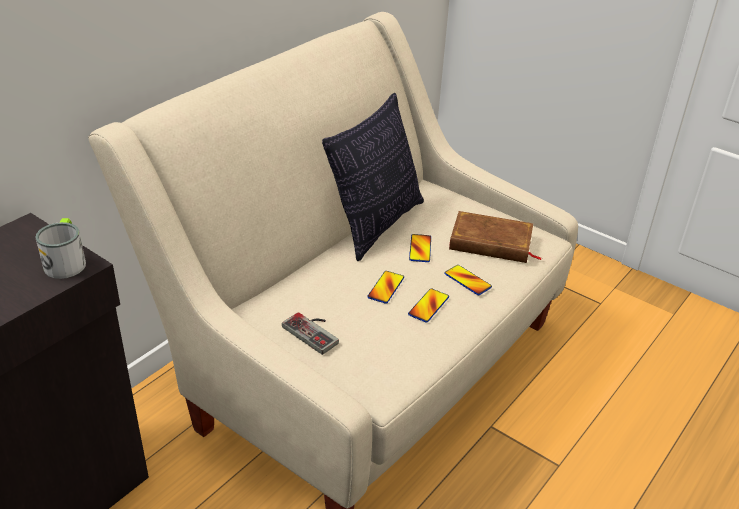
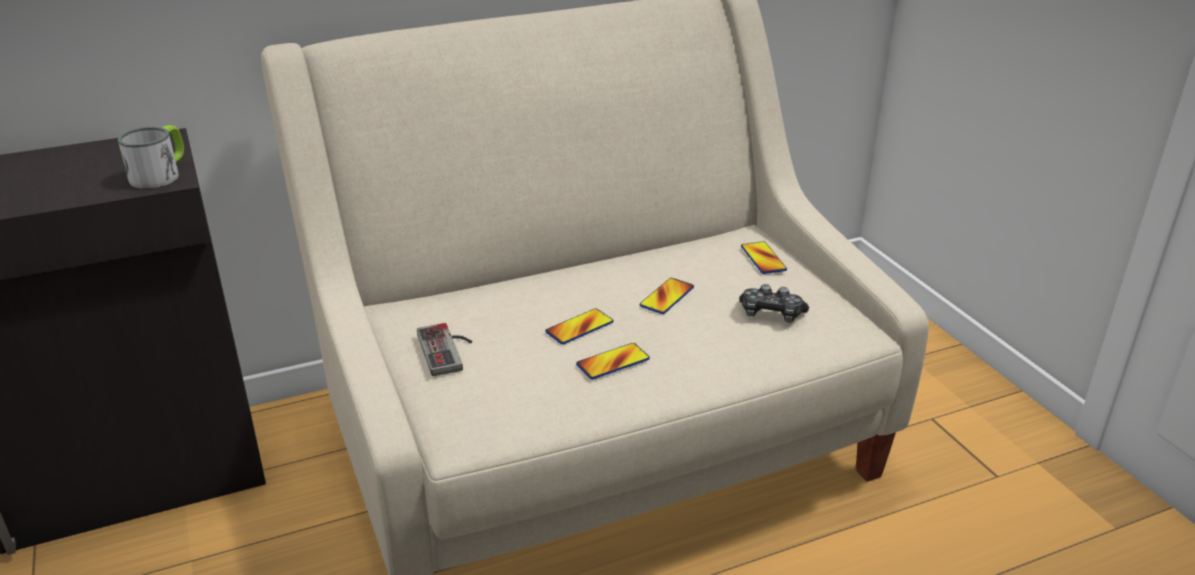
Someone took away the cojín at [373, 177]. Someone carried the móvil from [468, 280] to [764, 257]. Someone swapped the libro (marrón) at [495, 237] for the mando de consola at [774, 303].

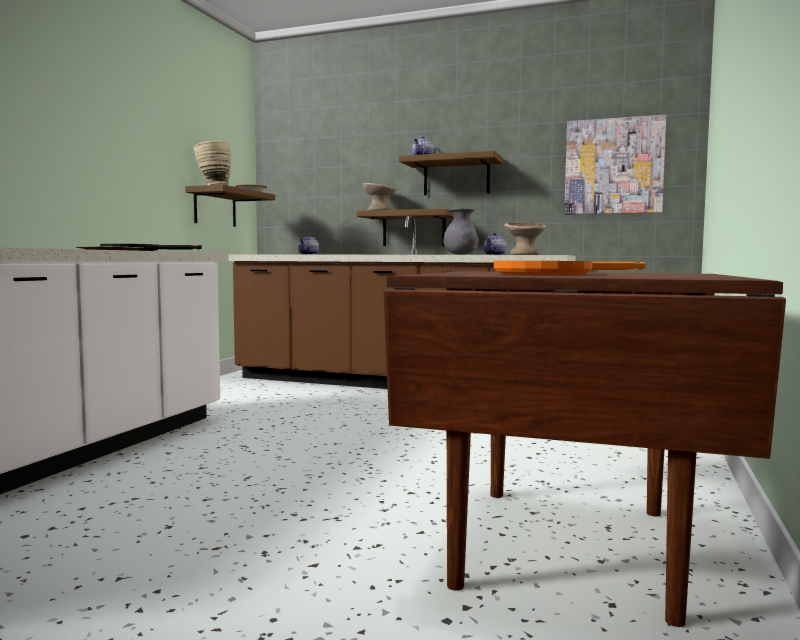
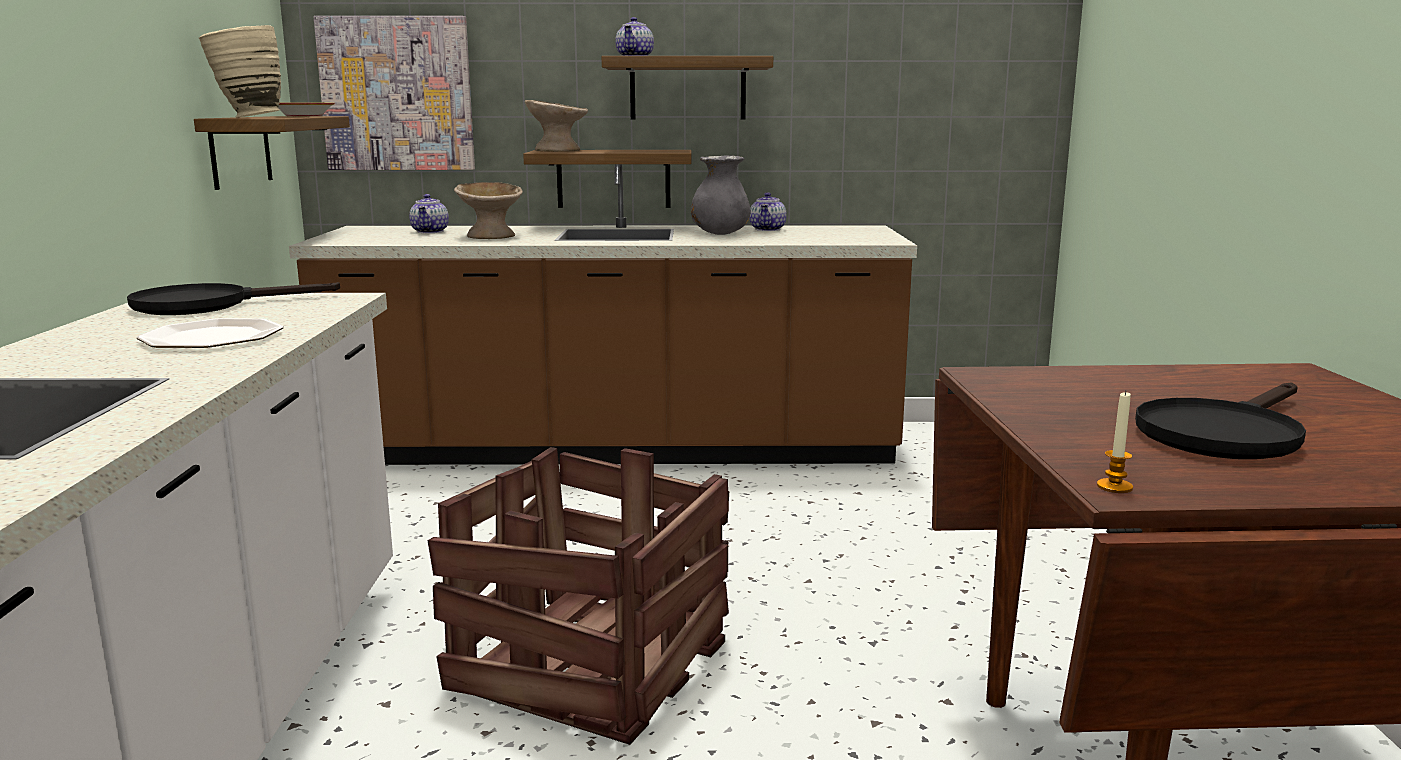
Someone put down the caja de embalaje at [578, 596]. Someone put down the vela at [1115, 442]. Someone carried the cuenco (beis) from [525, 239] to [488, 210]. Someone carried the cuadro from [615, 165] to [394, 93]. Someone repainted the sartén (naranja) at [570, 268], which became the sartén (negro) at [1220, 421].

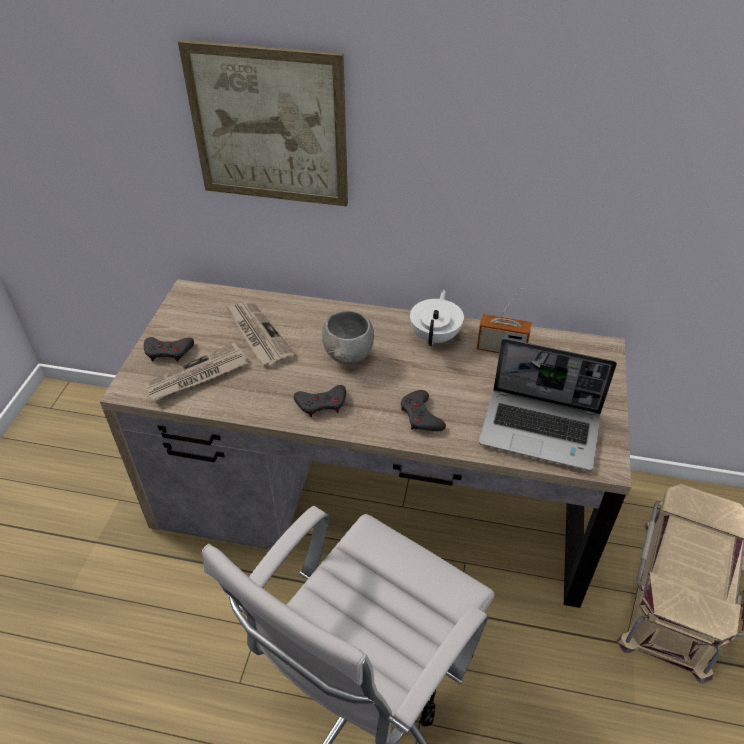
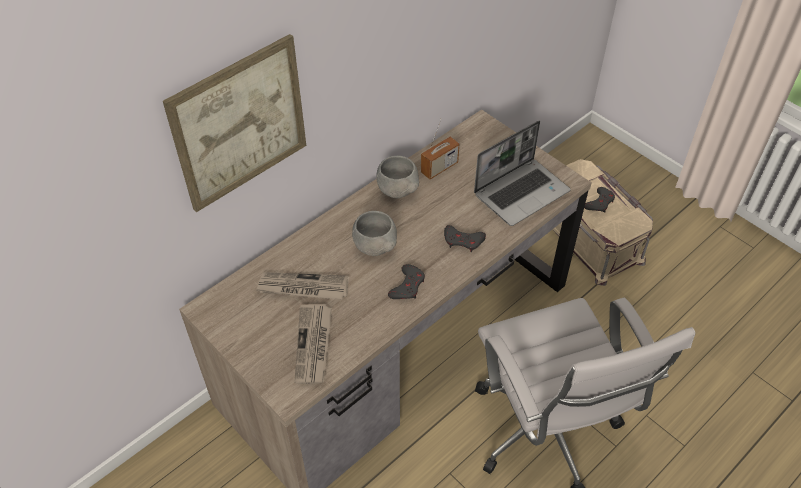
Someone carried the mando de consola (gris) from [169, 349] to [599, 200]. Someone swapped the tetera (blanco) at [437, 318] for the cuenco (gris) at [398, 177].

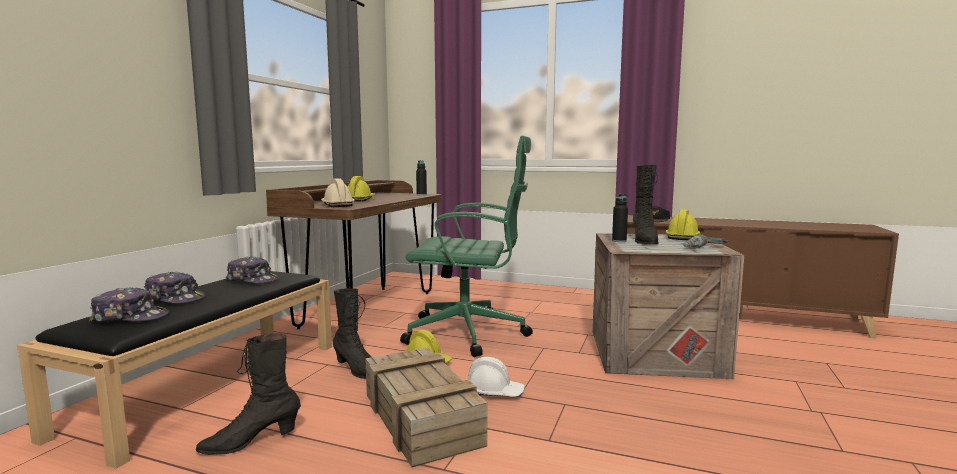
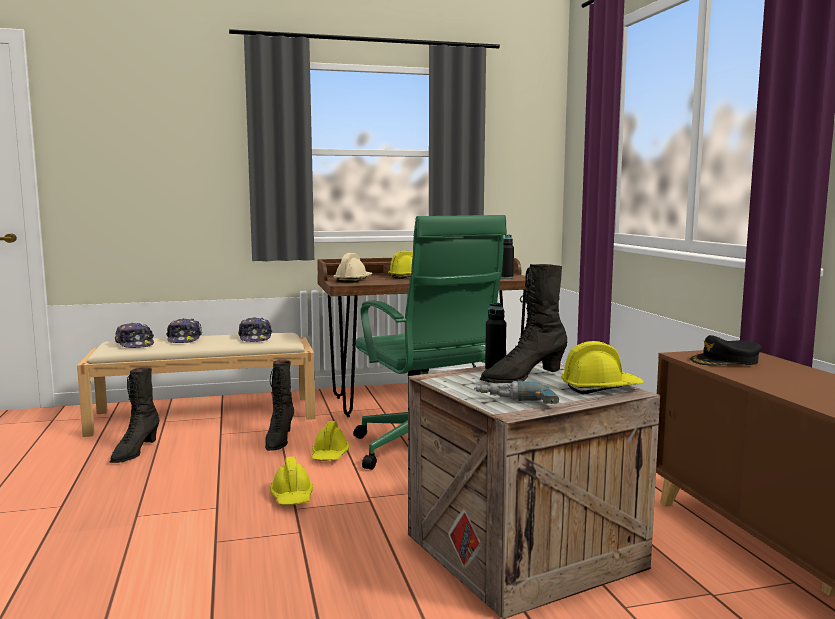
Someone took away the caja de embalaje at [426, 407]. Someone repainted the banco (negro) at [174, 370], which became the banco (beis) at [196, 385]. Someone repainted the casco (blanco) at [496, 377], which became the casco (amarillo) at [291, 480]. Someone rotated the bota (negro) at [248, 394] by 105 degrees counterclockwise.

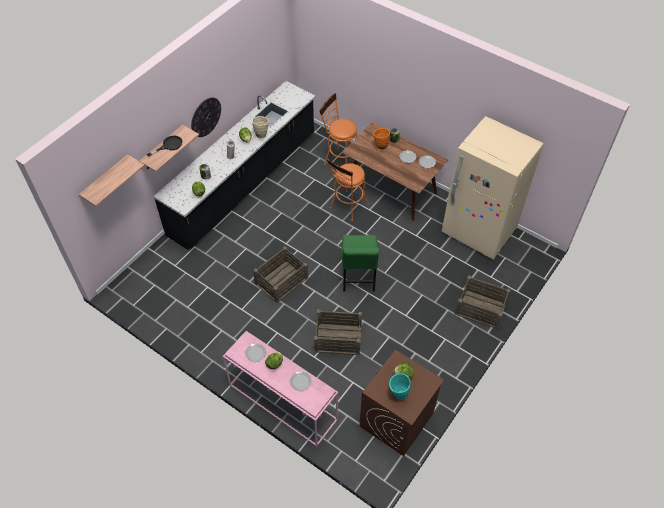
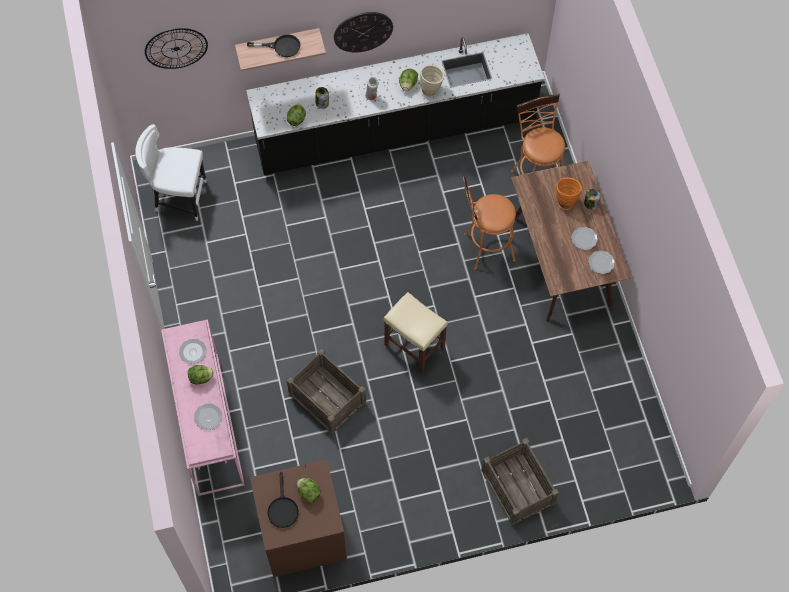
Someone took away the caja de embalaje at [280, 274]. Someone took away the nevera (beis) at [493, 187]. Someone put down the silla (blanco) at [170, 172]. Someone swapped the estante at [112, 180] for the reloj de pared at [176, 48]. Someone swapped the silla (verde) at [360, 263] for the taburete (beis) at [415, 333]. Someone swapped the florero (turquesa) at [400, 386] for the sartén (negro) at [283, 500].

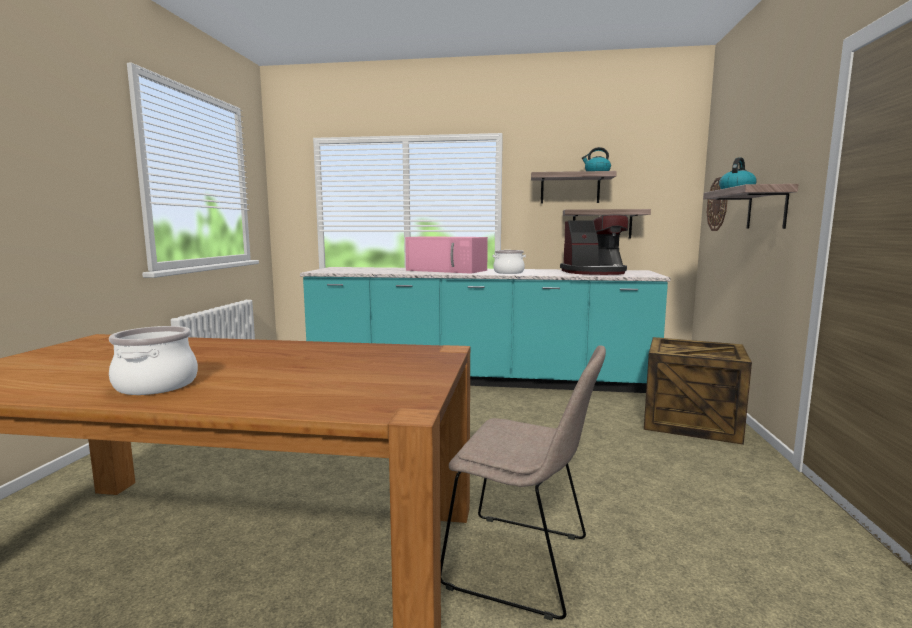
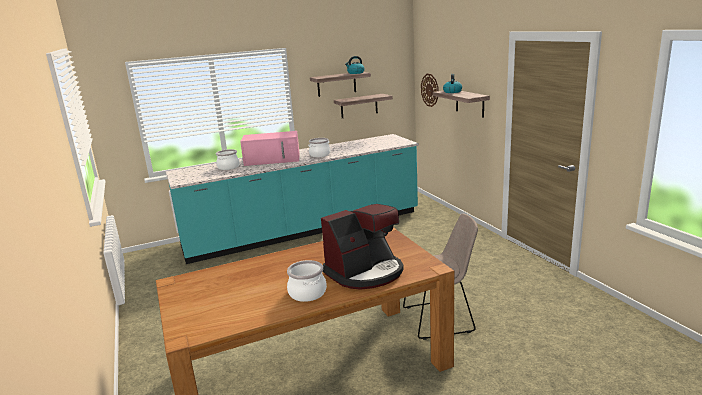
Someone took away the caja de embalaje at [698, 391]. Someone put down the olla at [228, 159]. Someone carried the cafetera from [594, 244] to [362, 247].

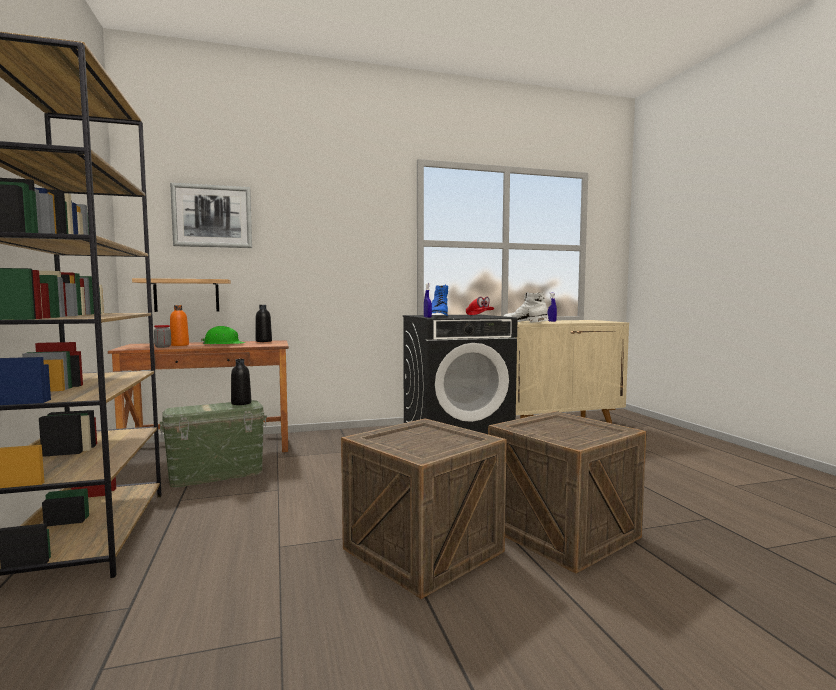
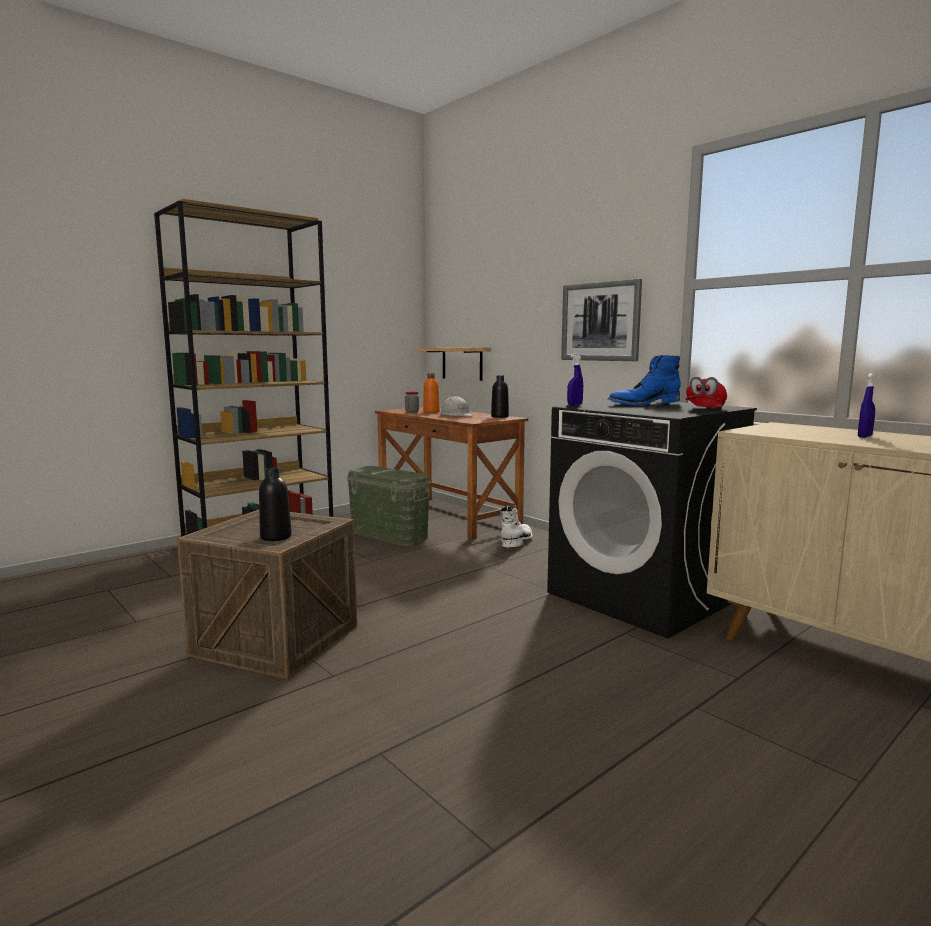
Someone took away the caja de embalaje at [567, 492]. Someone carried the cuadro from [211, 215] to [601, 320]. Someone carried the botella (negro) from [241, 382] to [275, 504]. Someone carried the bota (blanco) from [526, 307] to [516, 526]. Someone repainted the casco (verde) at [223, 335], which became the casco (blanco) at [456, 406].

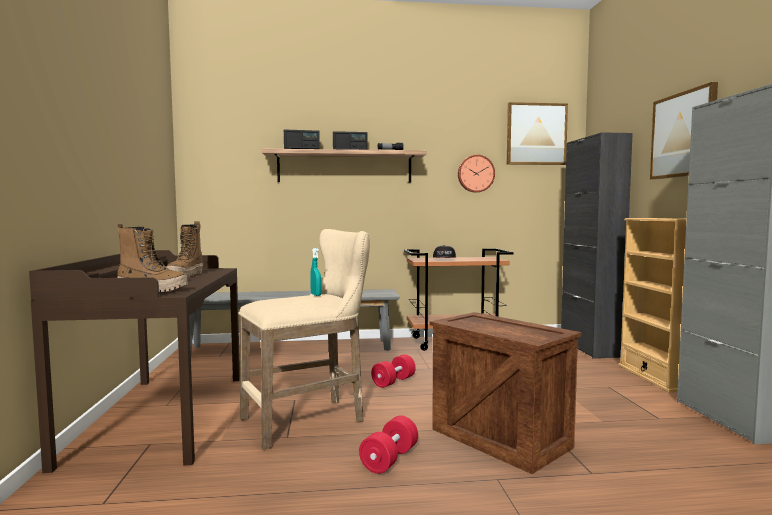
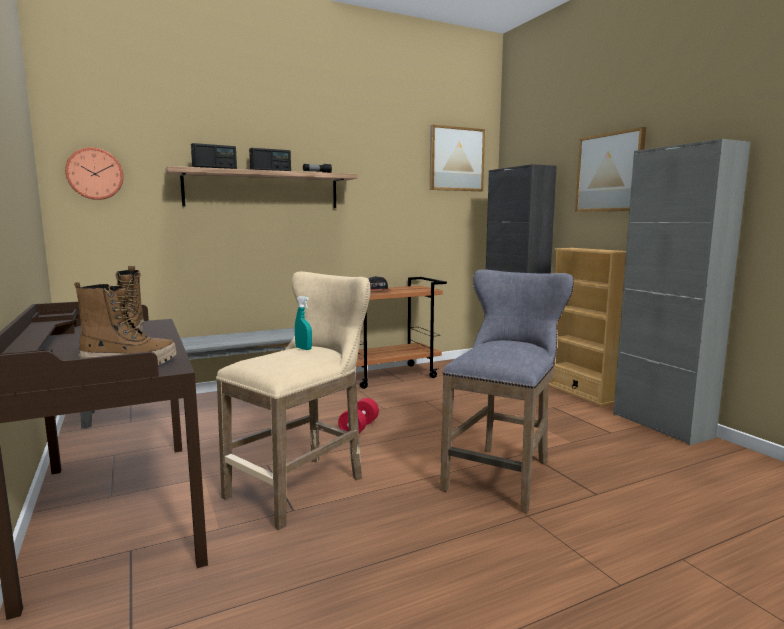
Someone took away the mancuerna (rojo) at [388, 445]. Someone carried the reloj de pared from [476, 174] to [94, 173]. Someone swapped the caja de embalaje at [505, 393] for the taburete (gris) at [507, 391].

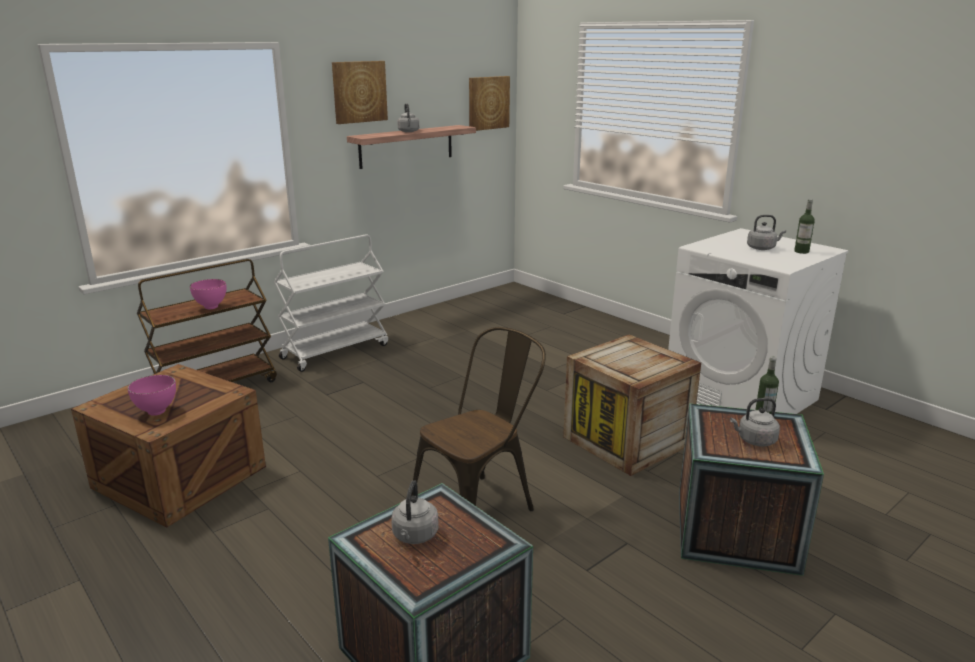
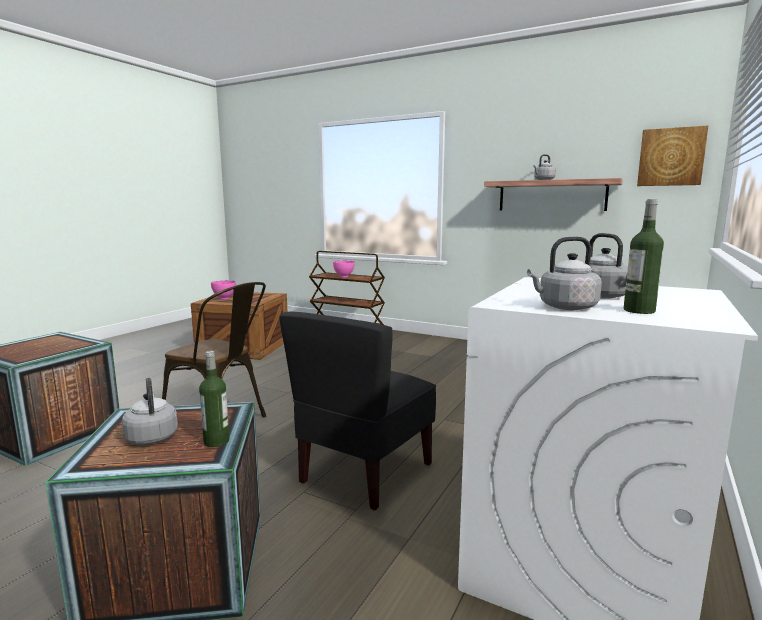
Someone took away the carrito (blanco) at [331, 303]. Someone took away the cuadro at [360, 92]. Someone carried the hervidor (gris) from [414, 512] to [564, 273]. Someone swapped the caja de embalaje at [632, 405] for the silla (negro) at [357, 411].

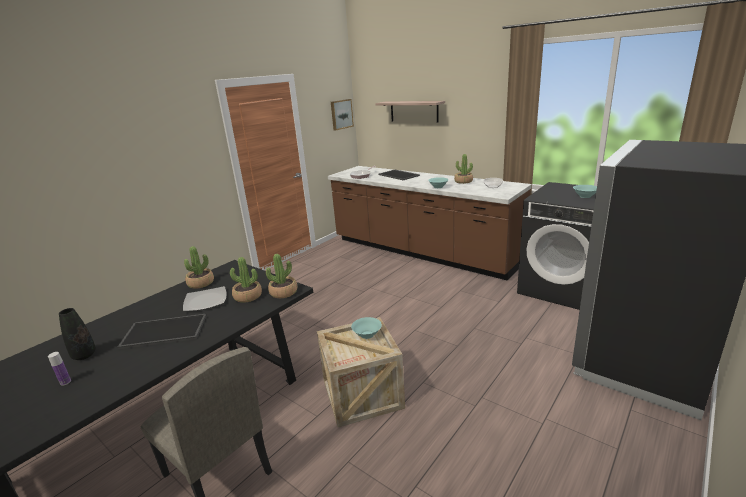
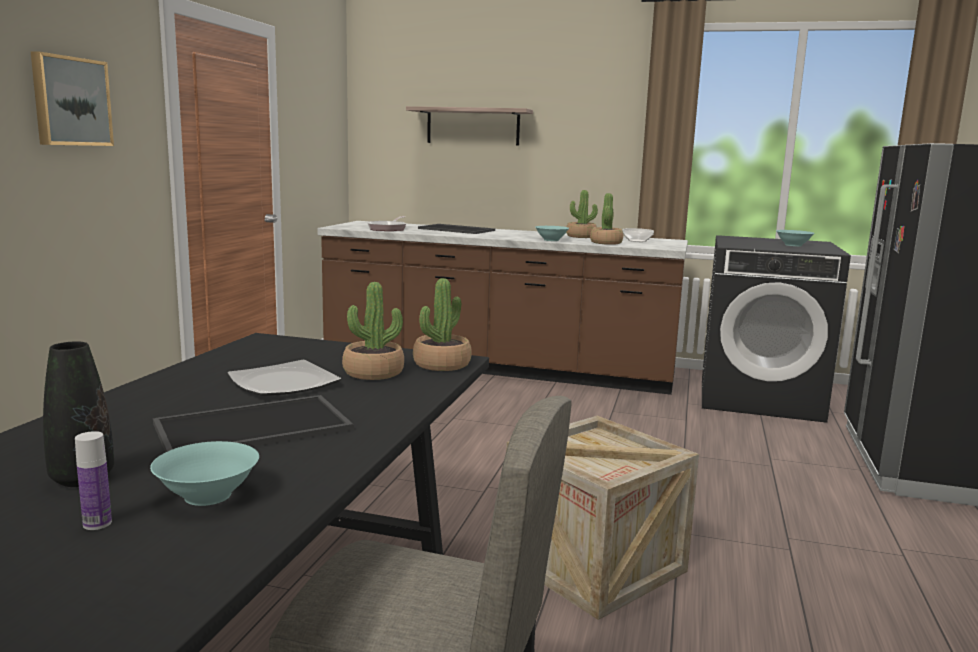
Someone carried the planta en maceta from [199, 267] to [606, 219]. Someone carried the cuadro from [342, 114] to [72, 99]. Someone carried the cuenco (turquesa) from [366, 328] to [204, 473].

